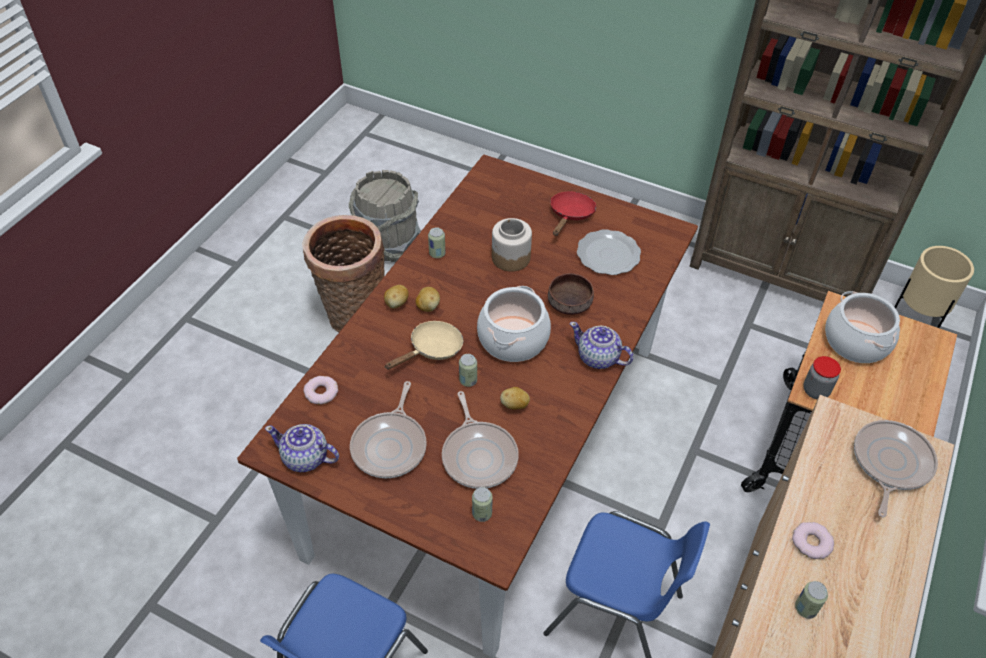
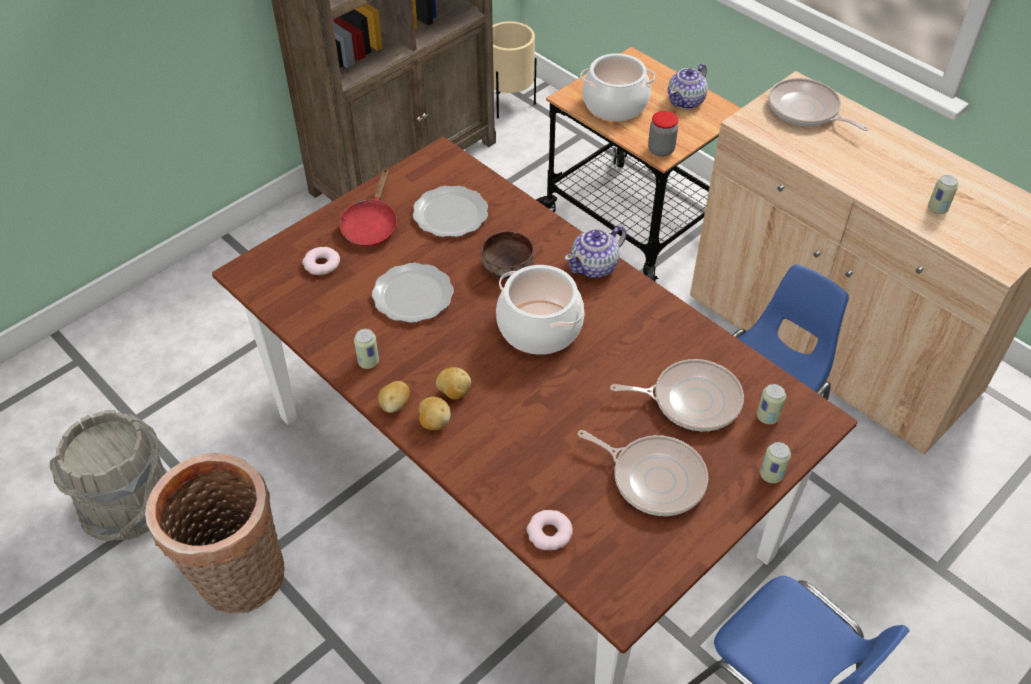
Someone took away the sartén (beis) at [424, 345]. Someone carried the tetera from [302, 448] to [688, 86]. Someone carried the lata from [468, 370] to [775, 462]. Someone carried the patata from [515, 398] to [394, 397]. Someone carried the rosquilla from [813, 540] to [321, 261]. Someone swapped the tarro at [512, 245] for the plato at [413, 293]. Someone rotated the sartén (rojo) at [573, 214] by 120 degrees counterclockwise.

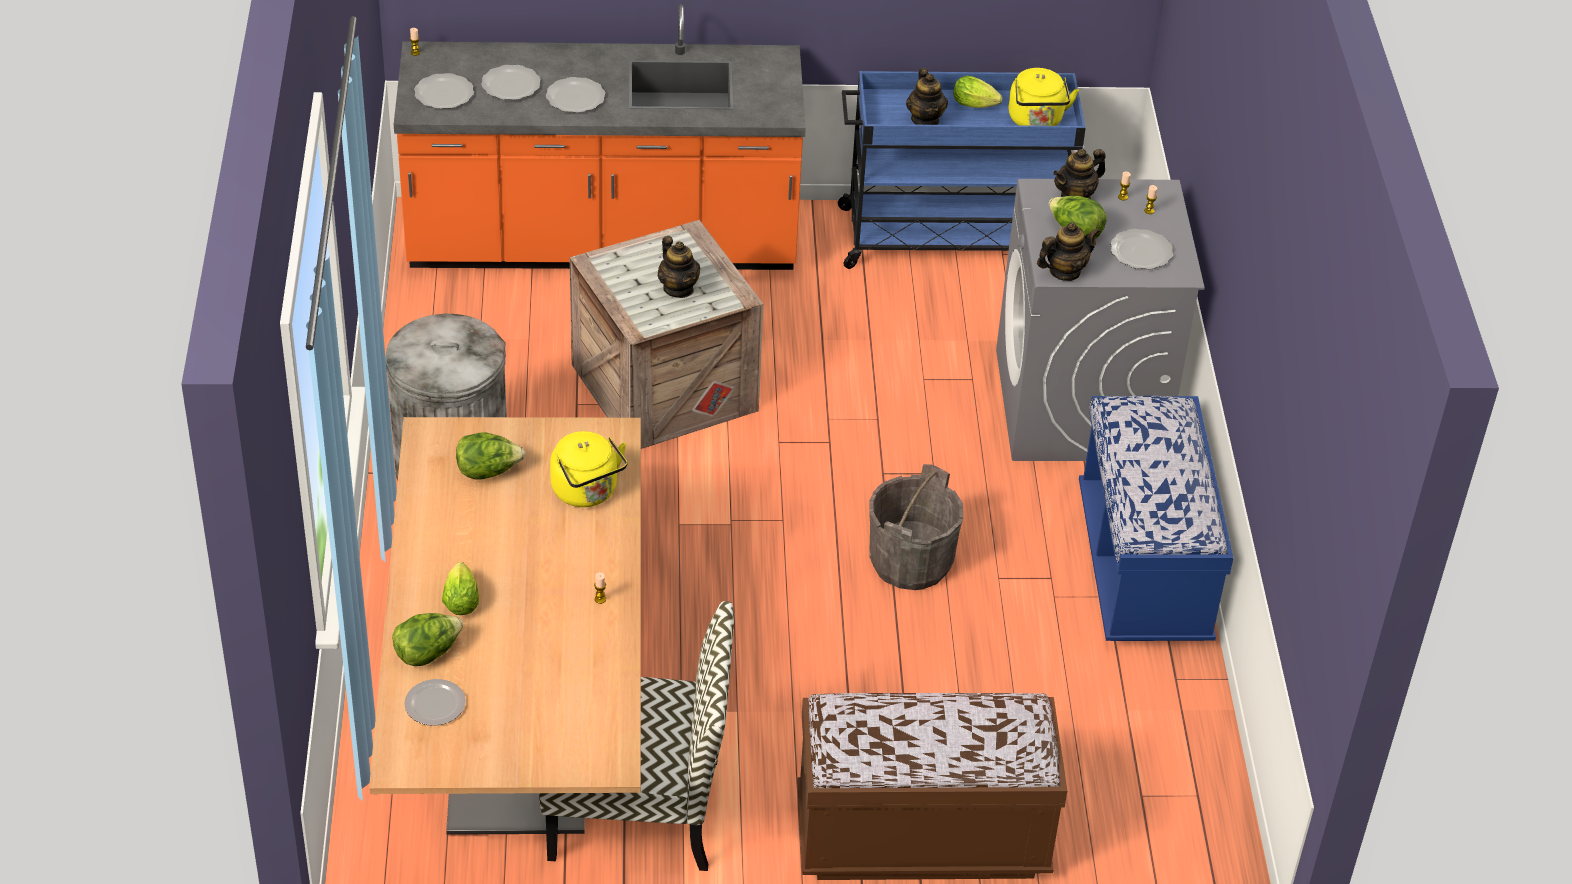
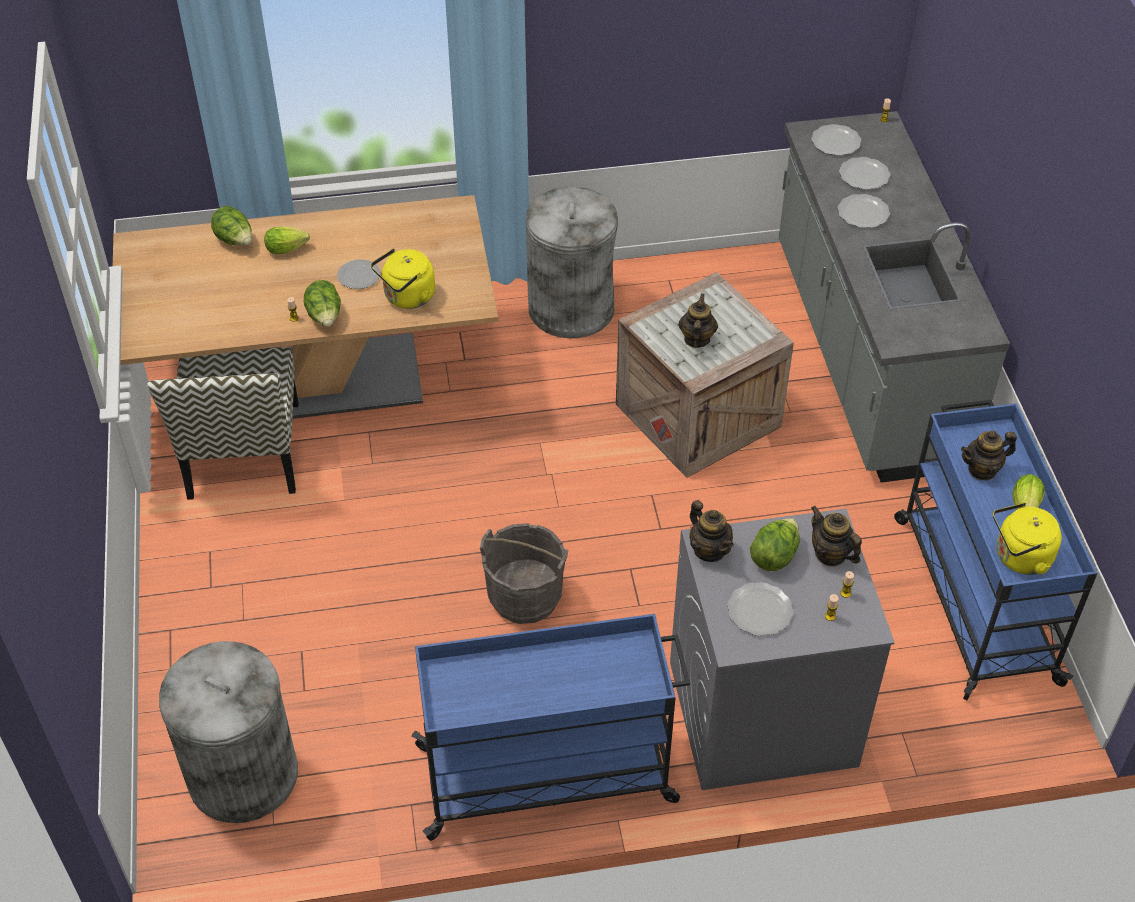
Someone took away the banco (marrón) at [932, 786]. Someone put down the papelera (gris) at [228, 732]. Someone carried the plato from [435, 702] to [358, 274]. Someone carried the lechuga from [490, 455] to [322, 303]. Someone swapped the banco (azul) at [1156, 518] for the carrito (azul) at [550, 727]. Someone repainted the mueble bajo de cocina (naranja) at [600, 137], which became the mueble bajo de cocina (gris) at [894, 297]. Someone rotated the tetera at [678, 267] by 135 degrees clockwise.

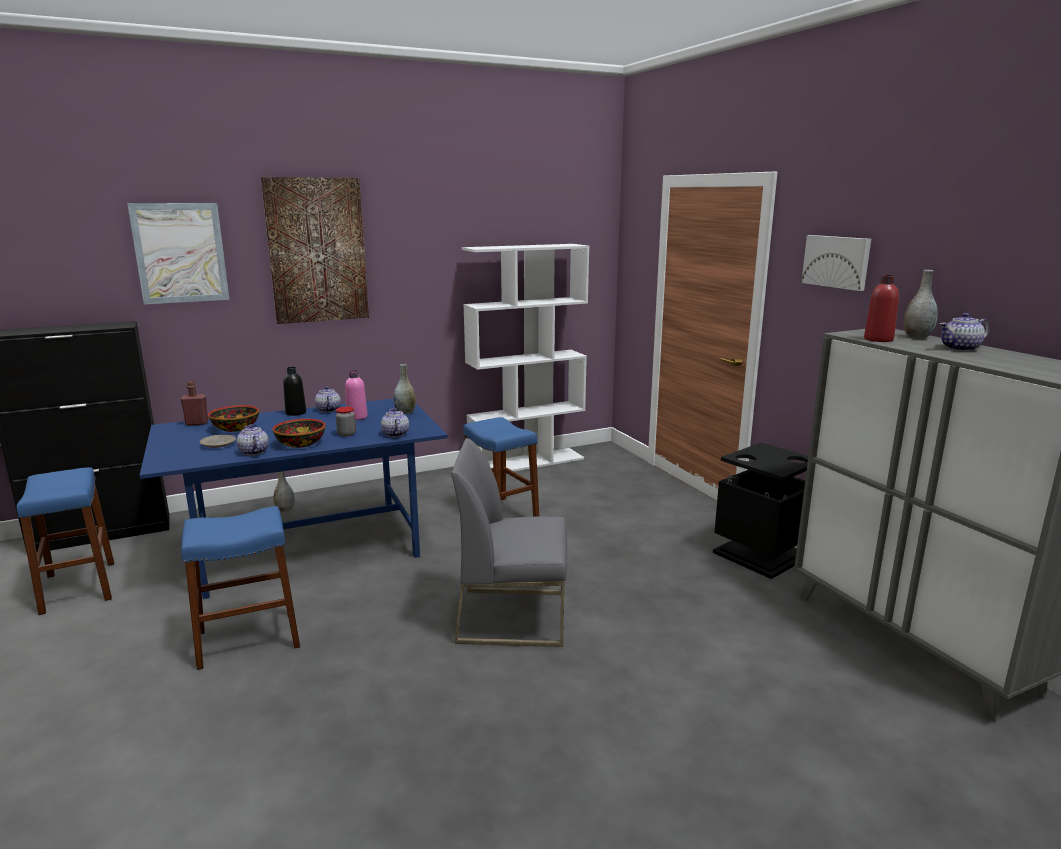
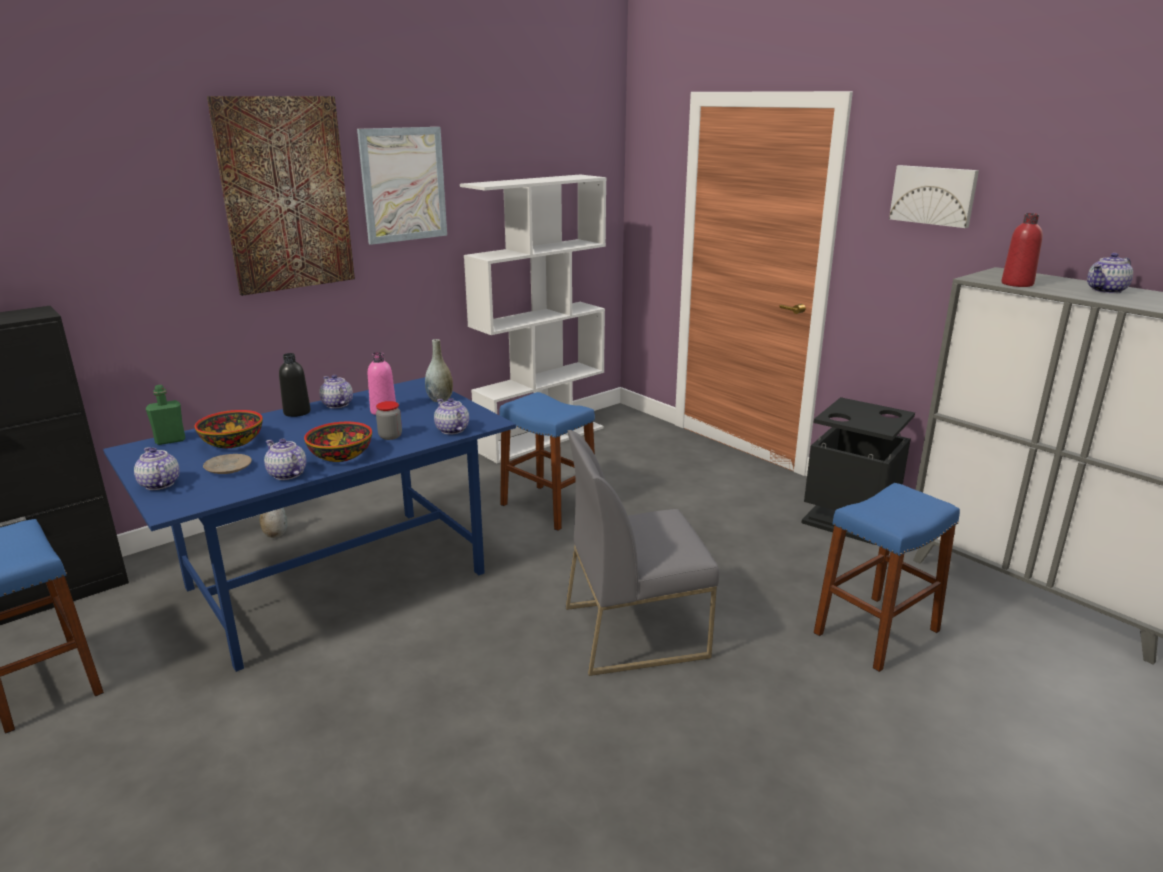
Someone took away the florero (gris) at [920, 304]. Someone put down the tetera at [157, 468]. Someone carried the cuadro from [178, 254] to [402, 186]. Someone carried the taburete (azul) from [240, 588] to [887, 577]. Someone repainted the botella (rojo) at [194, 403], which became the botella (verde) at [165, 415].

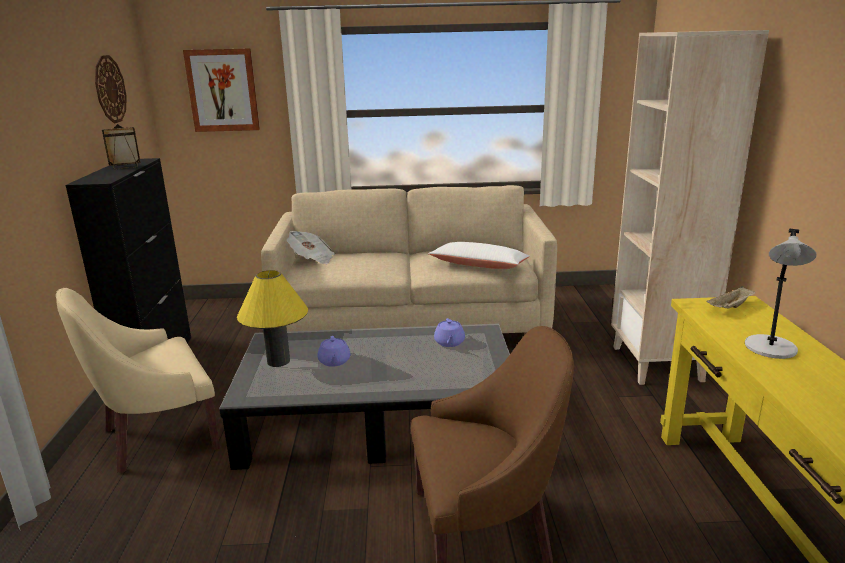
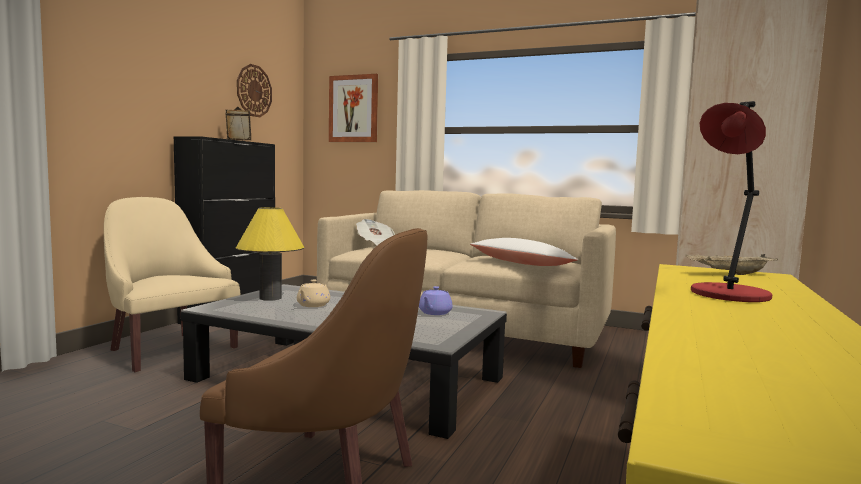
Someone repainted the tetera (morado) at [333, 351], which became the tetera (beis) at [313, 293]. Someone repainted the lámpara de mesa (gris) at [781, 294], which became the lámpara de mesa (rojo) at [731, 201]. Someone rotated the sillón (beis) at [138, 381] by 45 degrees clockwise.

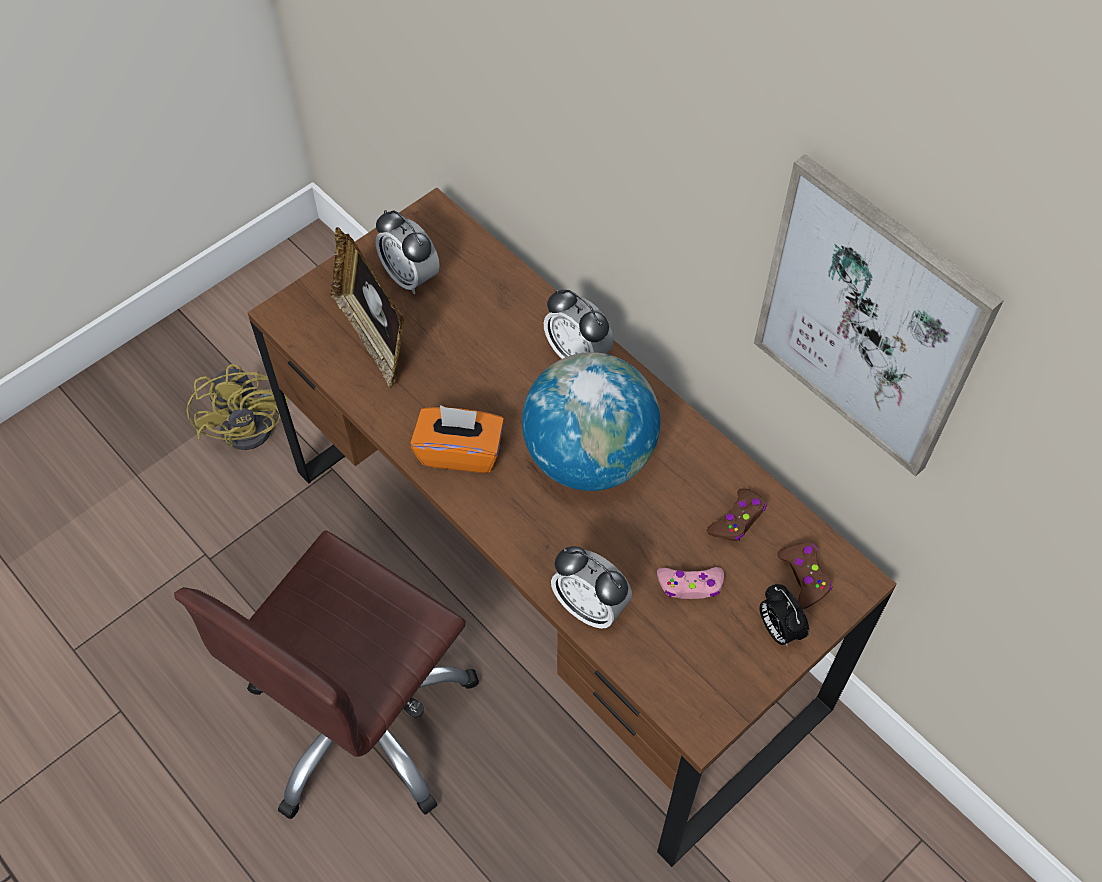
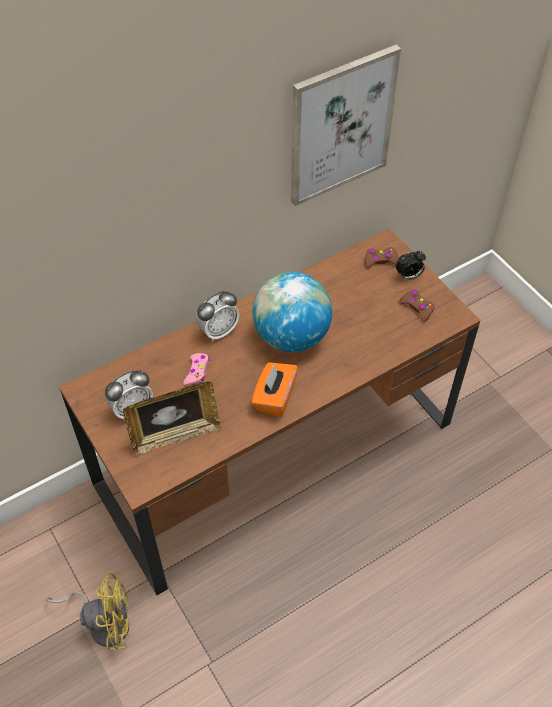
Someone took away the silla de oficina (marrón) at [326, 675]. Someone took away the despertador at [591, 587]. Someone carried the mando de consola (rosa) from [690, 583] to [197, 369]. Someone carried the mando de consola (marrón) from [737, 514] to [417, 306].

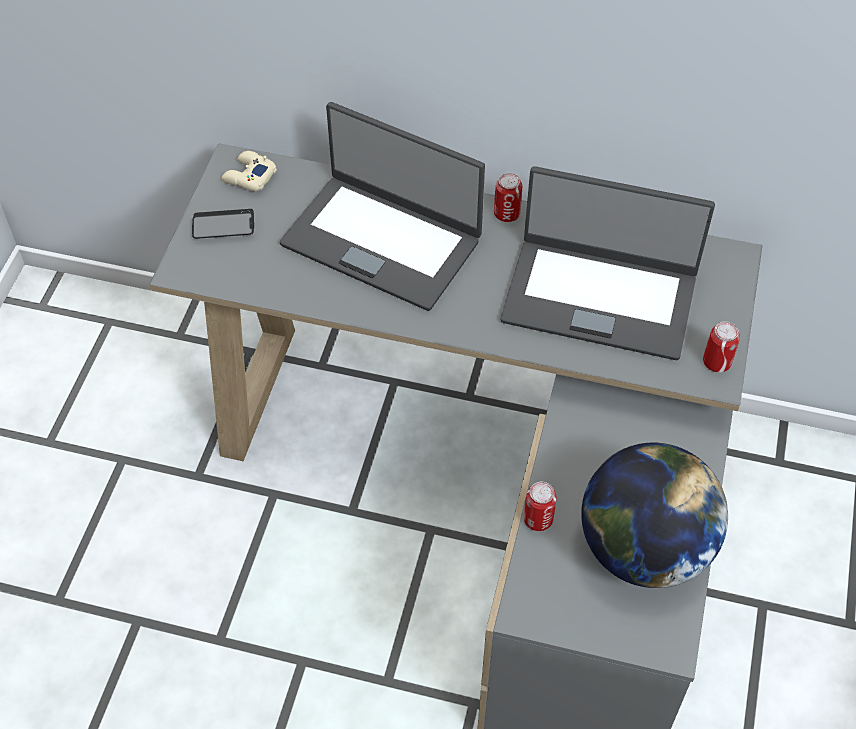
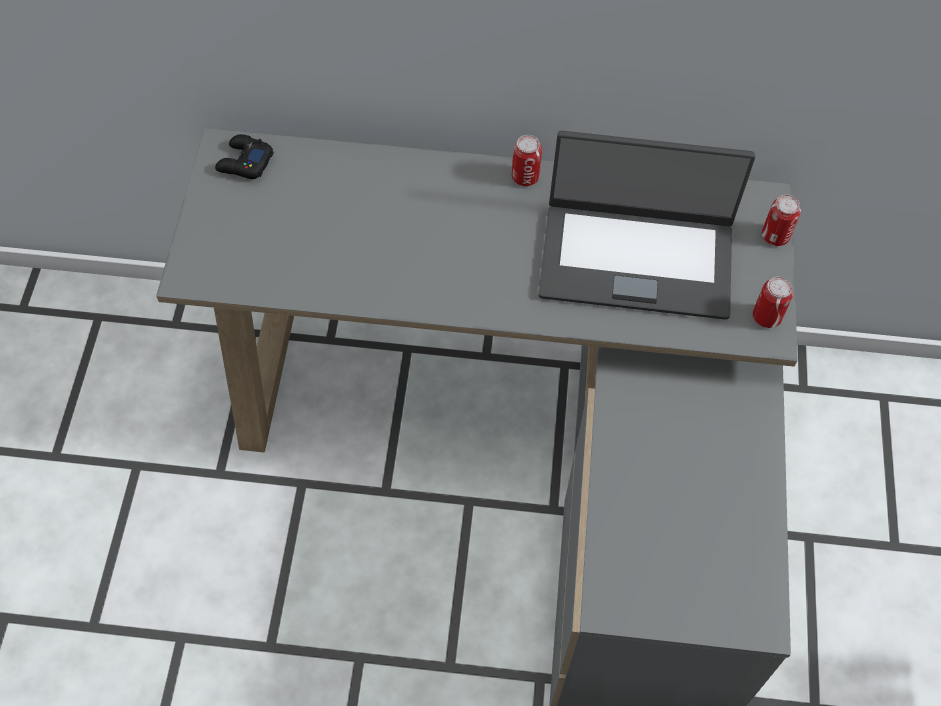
Someone took away the móvil at [223, 224]. Someone took away the portátil at [382, 206]. Someone took away the globo terráqueo at [654, 515]. Someone carried the lata from [540, 506] to [781, 220]. Someone repainted the mando de consola (beis) at [249, 171], which became the mando de consola (negro) at [244, 156].

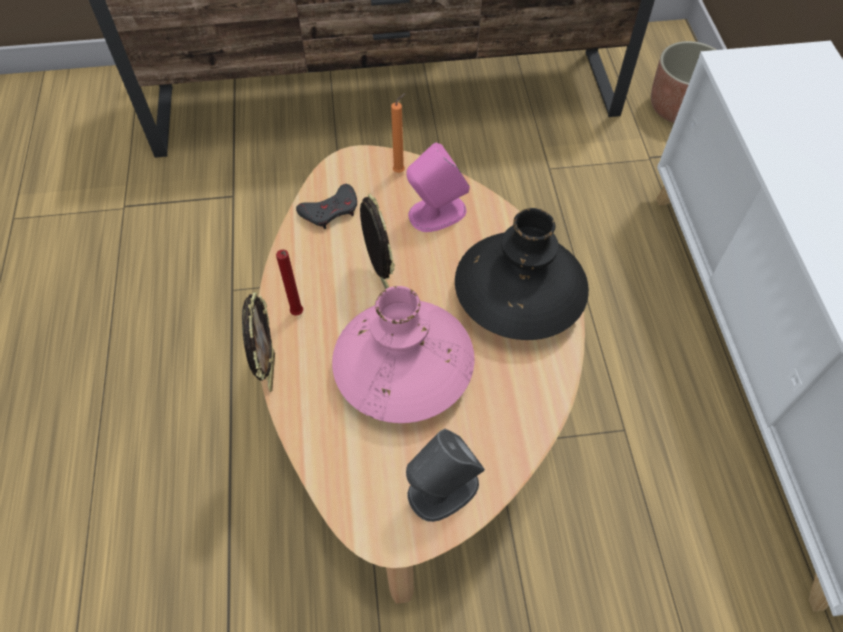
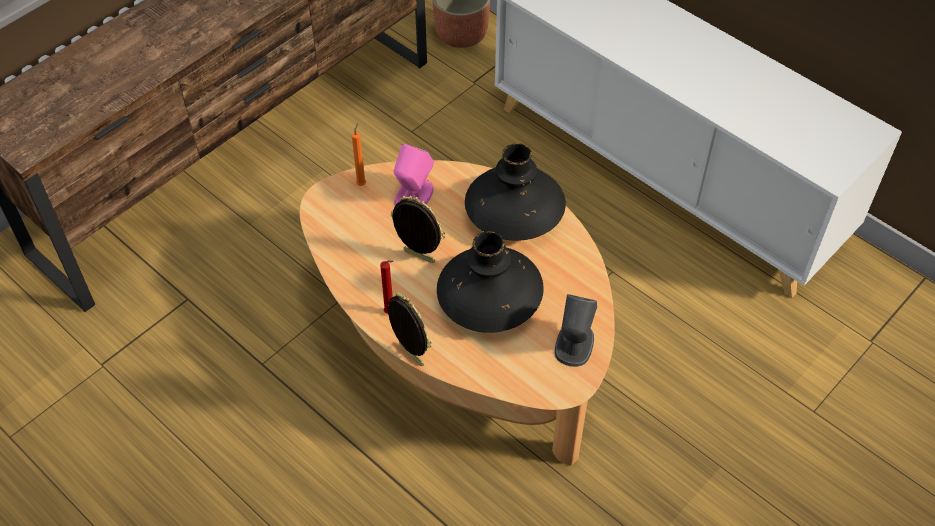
Someone took away the mando de consola (gris) at [326, 206]. Someone repainted the florero (rosa) at [403, 354], which became the florero (negro) at [490, 282].

